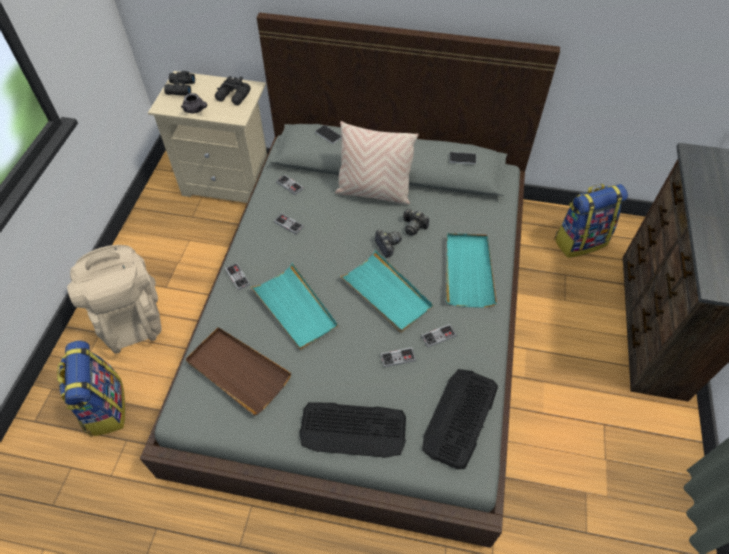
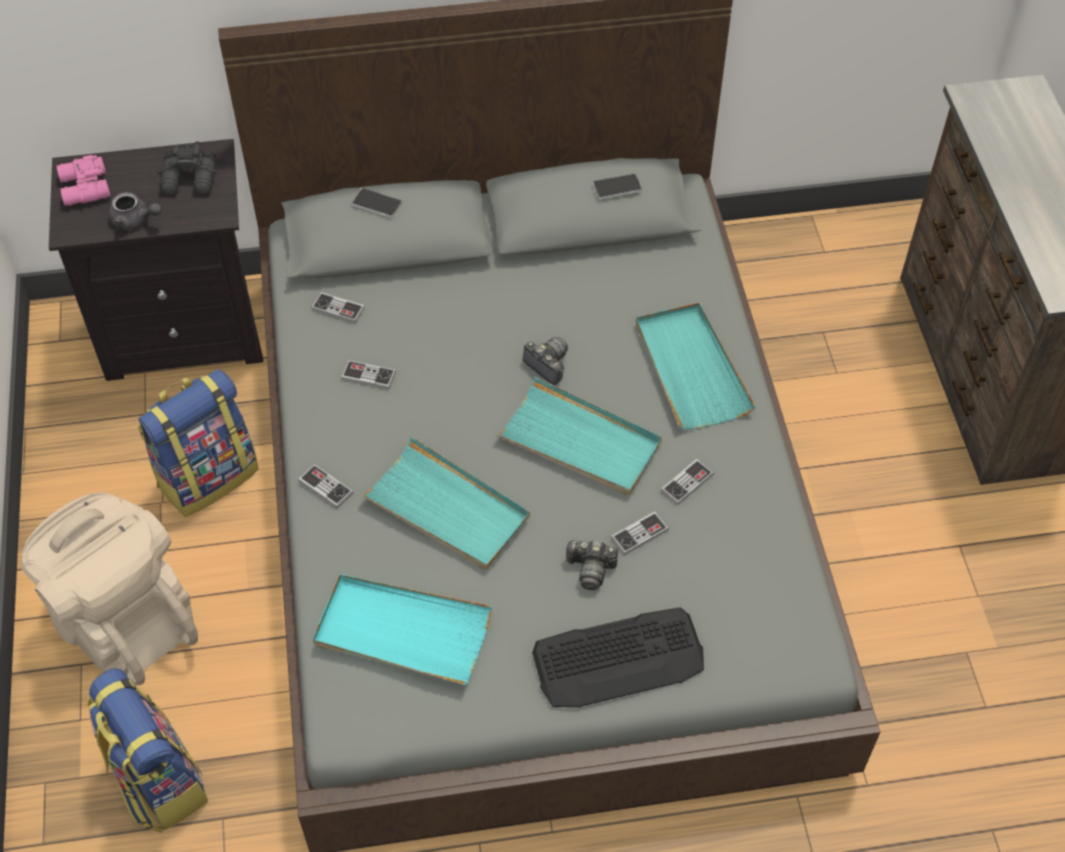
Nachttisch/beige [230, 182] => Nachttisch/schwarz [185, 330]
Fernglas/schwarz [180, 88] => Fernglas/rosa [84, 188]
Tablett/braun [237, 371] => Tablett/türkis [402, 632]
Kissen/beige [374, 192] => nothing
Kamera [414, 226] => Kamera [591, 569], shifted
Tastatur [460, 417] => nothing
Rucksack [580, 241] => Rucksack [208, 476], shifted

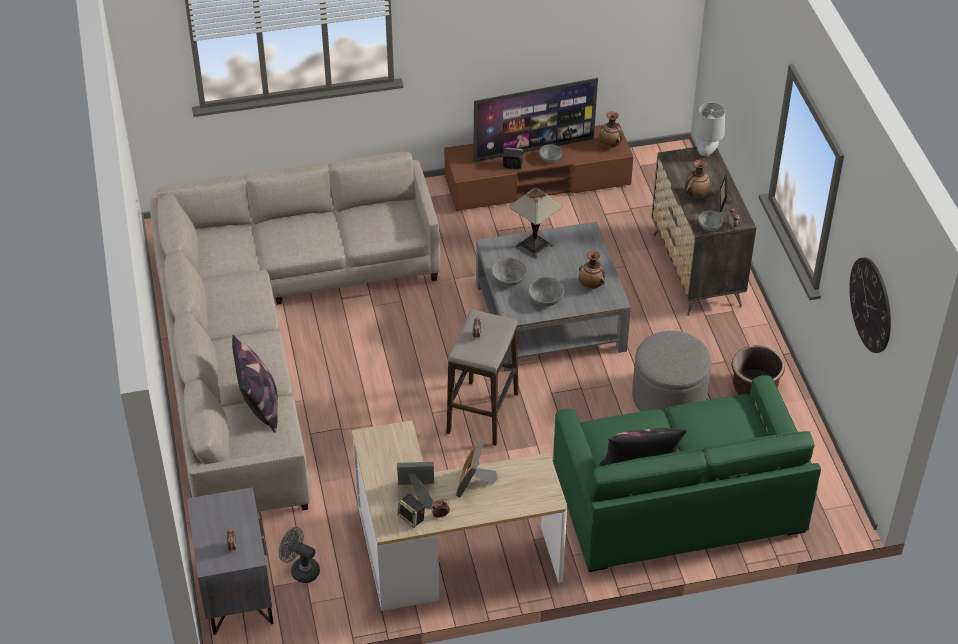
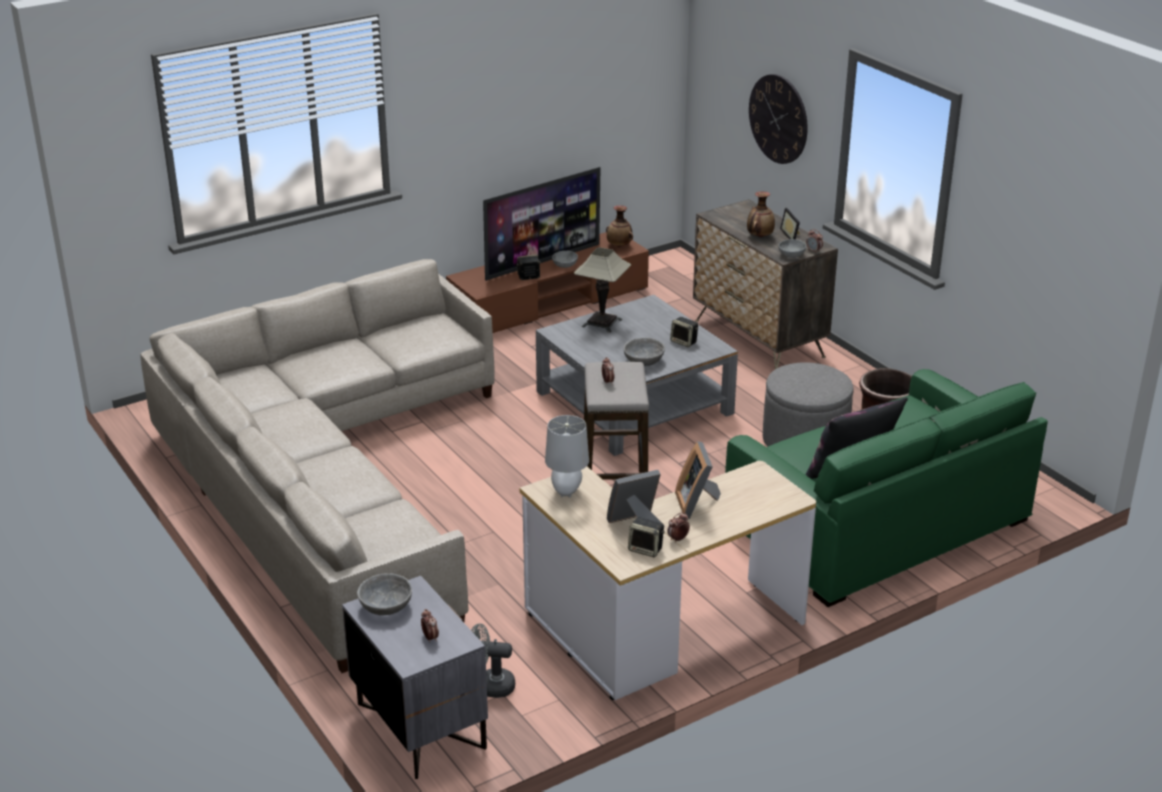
Kissen [260, 406] => nothing
Schüssel/grau [509, 279] => Schüssel/grau [386, 606], shifted
Vase [591, 285] => Lautsprecher [684, 342]
Tischlampe/grau [707, 153] => Tischlampe/grau [567, 492], shifted
Wanduhr [871, 305] => Wanduhr [778, 119], shifted

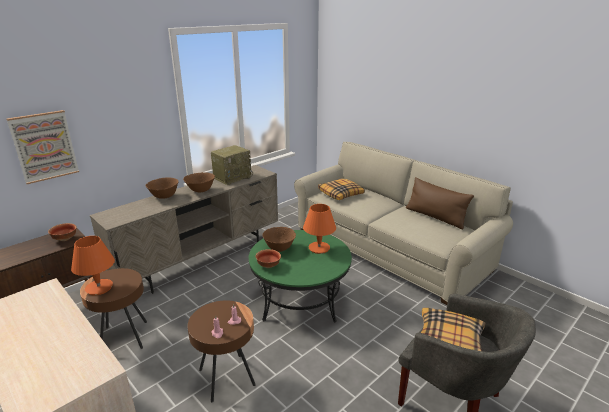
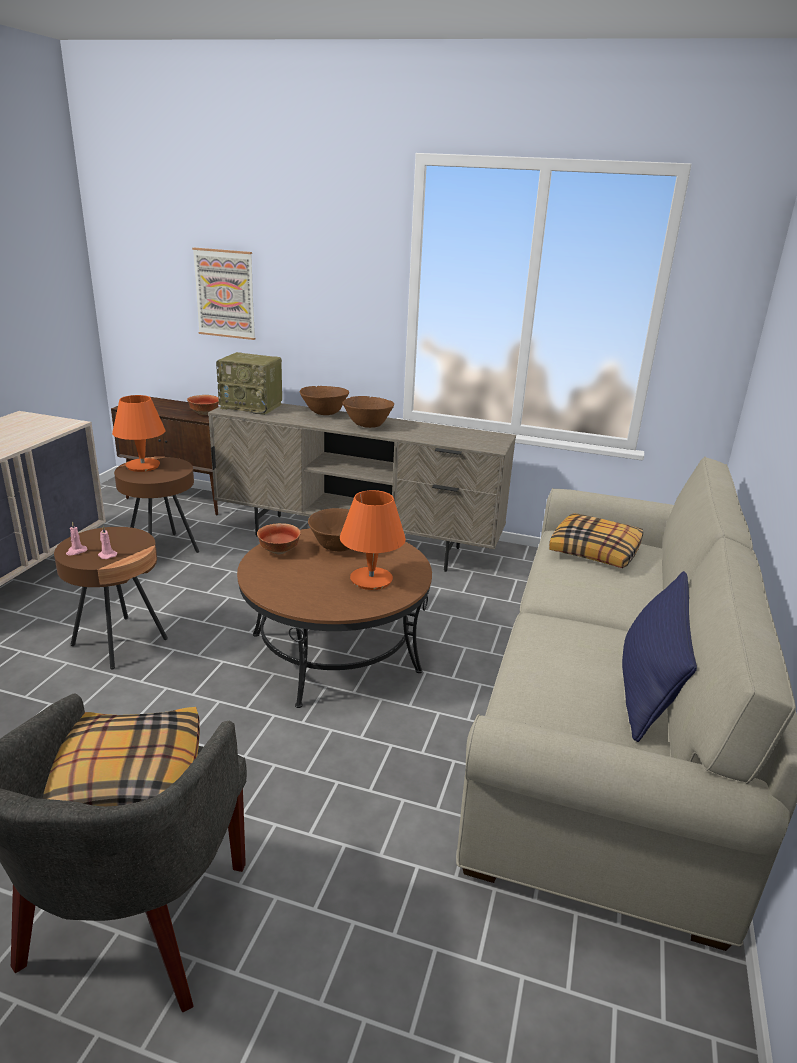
Radio [232, 177] => Radio [252, 406], shifted
Couchtisch/grün [300, 298] => Couchtisch/braun [335, 652]
Kissen/braun [435, 217] => Kissen/blau [649, 687]

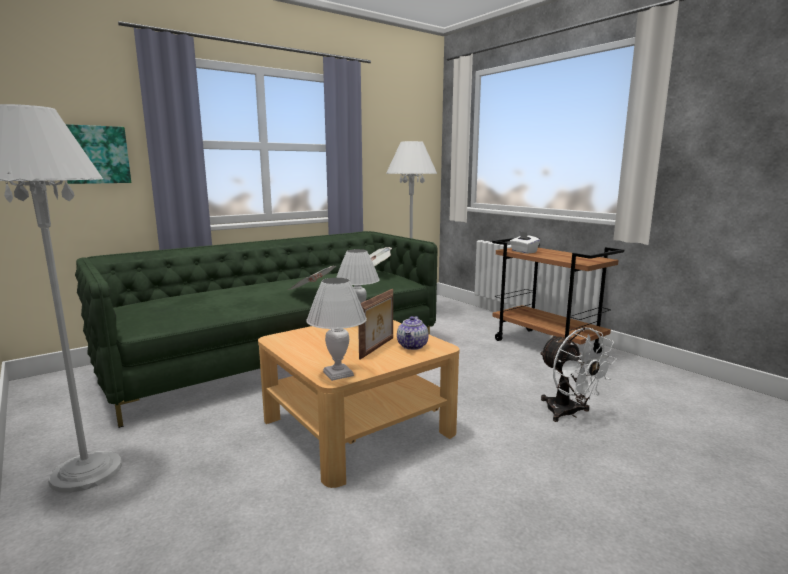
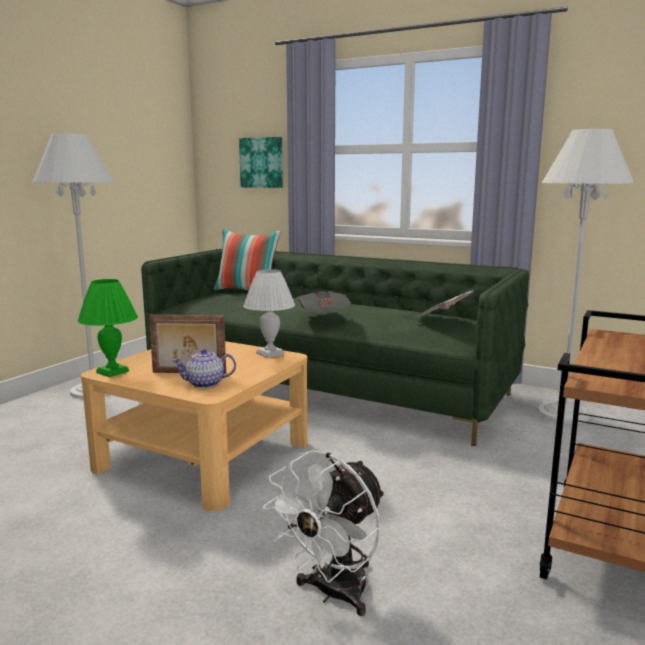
Tischlampe/weiß [338, 373] => Tischlampe/grün [113, 372]
Taschentuchbox/weiß [523, 252] => nothing
nothing => Kissen [247, 292]

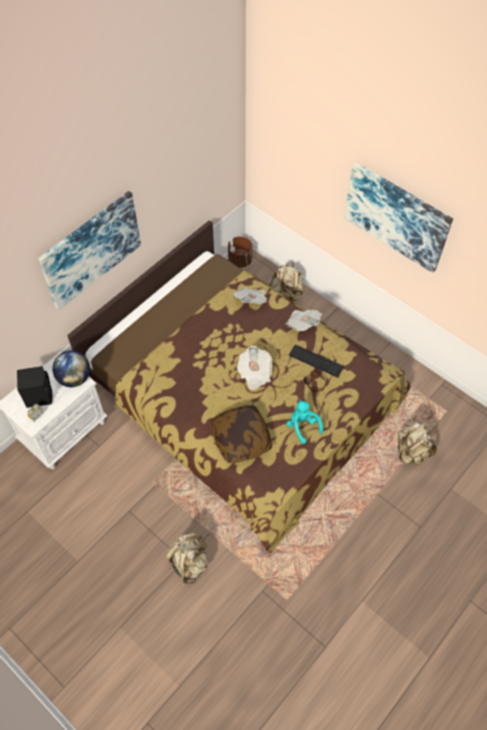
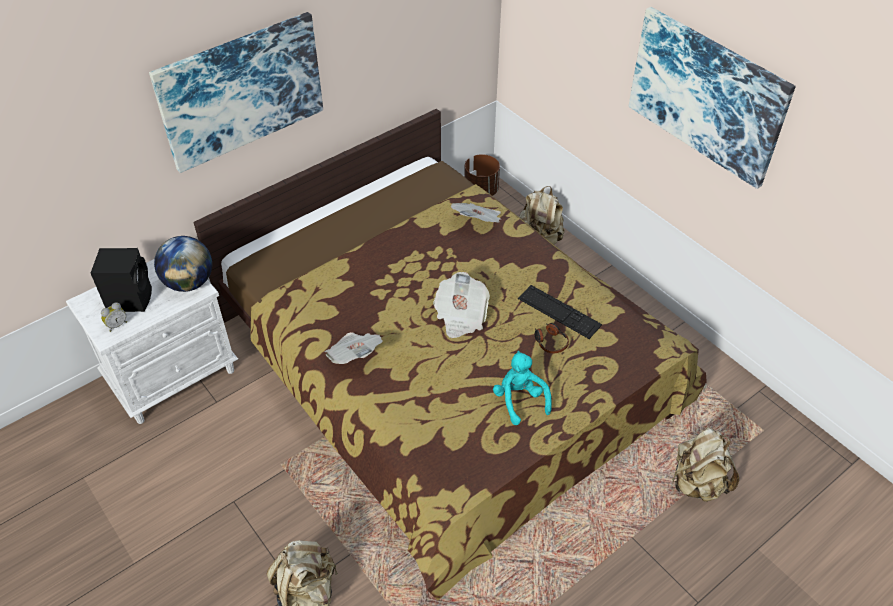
Kissen [241, 439] => nothing
Zeitung [302, 324] => Zeitung [354, 356], shifted

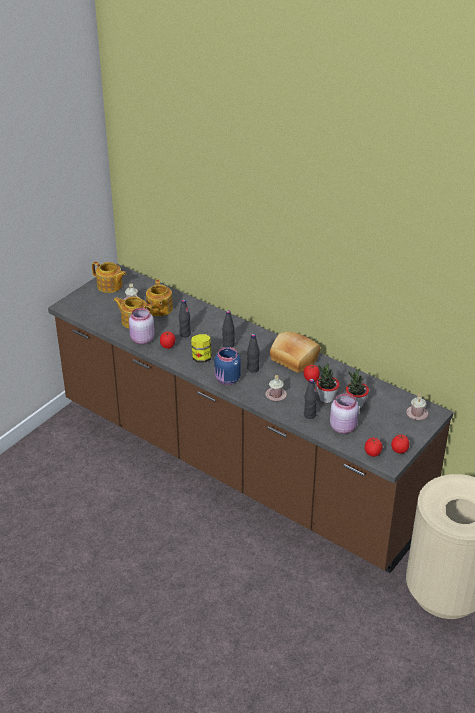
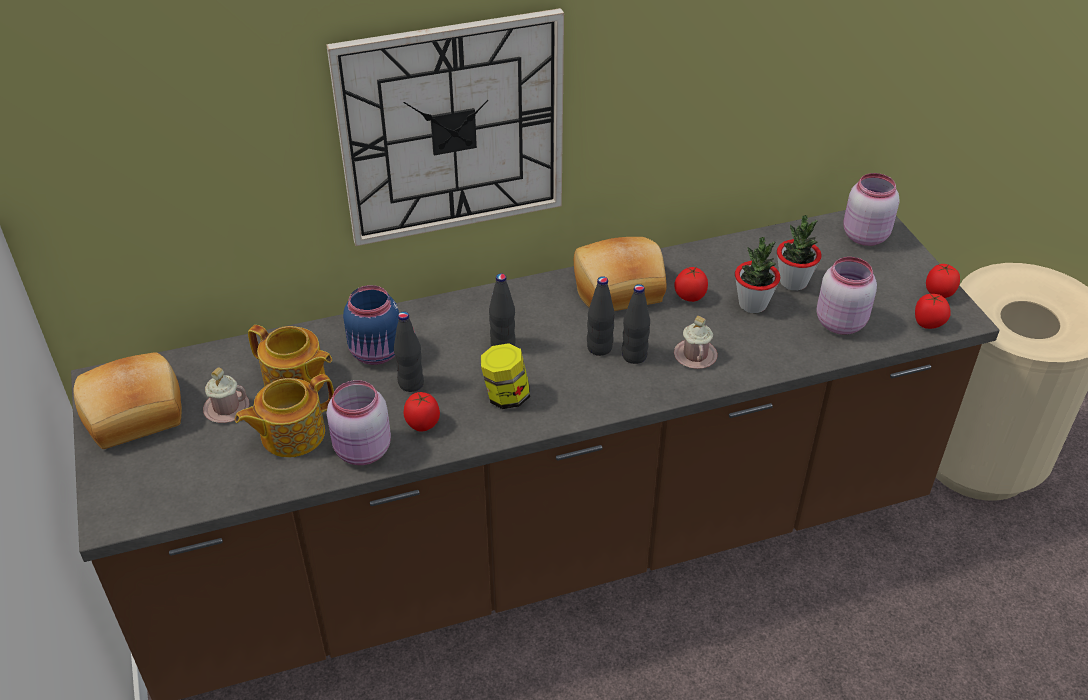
Teekanne [110, 286] => Brot [134, 415]
Vorratsglas/blau [227, 380] => Vorratsglas/blau [377, 353], shifted
Flasche/schwarz [309, 415] => Flasche/schwarz [634, 356], shifted
Henkelbecher/rosa [417, 413] => Vorratsglas/rosa [863, 235]
nothing => Wanduhr [452, 129]

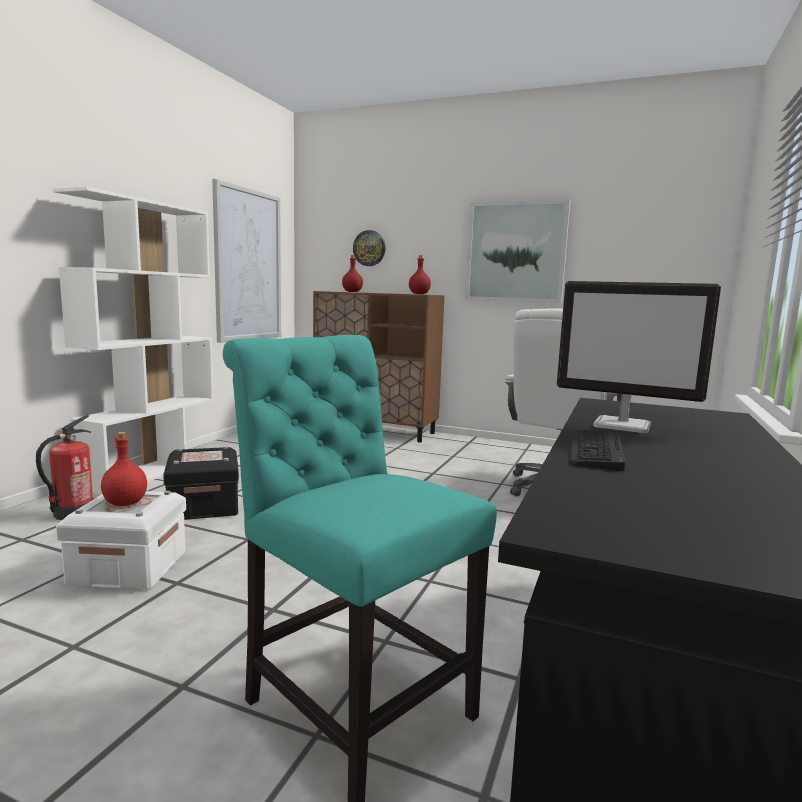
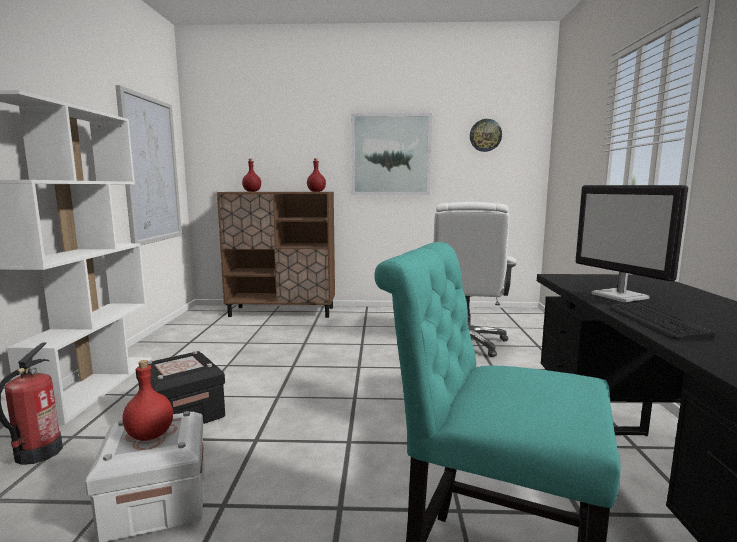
Wanduhr [369, 248] => Wanduhr [485, 135], shifted
Monitor [623, 426] => Monitor [620, 296], 60 degrees clockwise

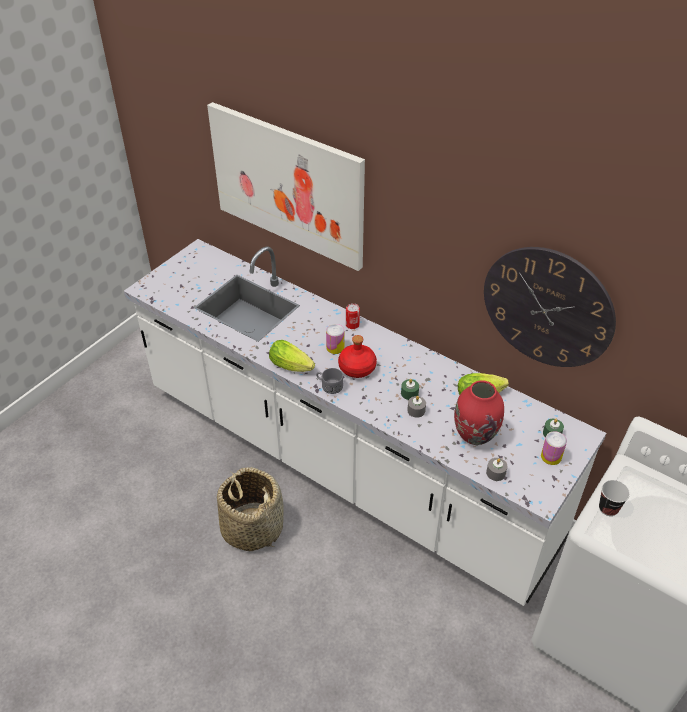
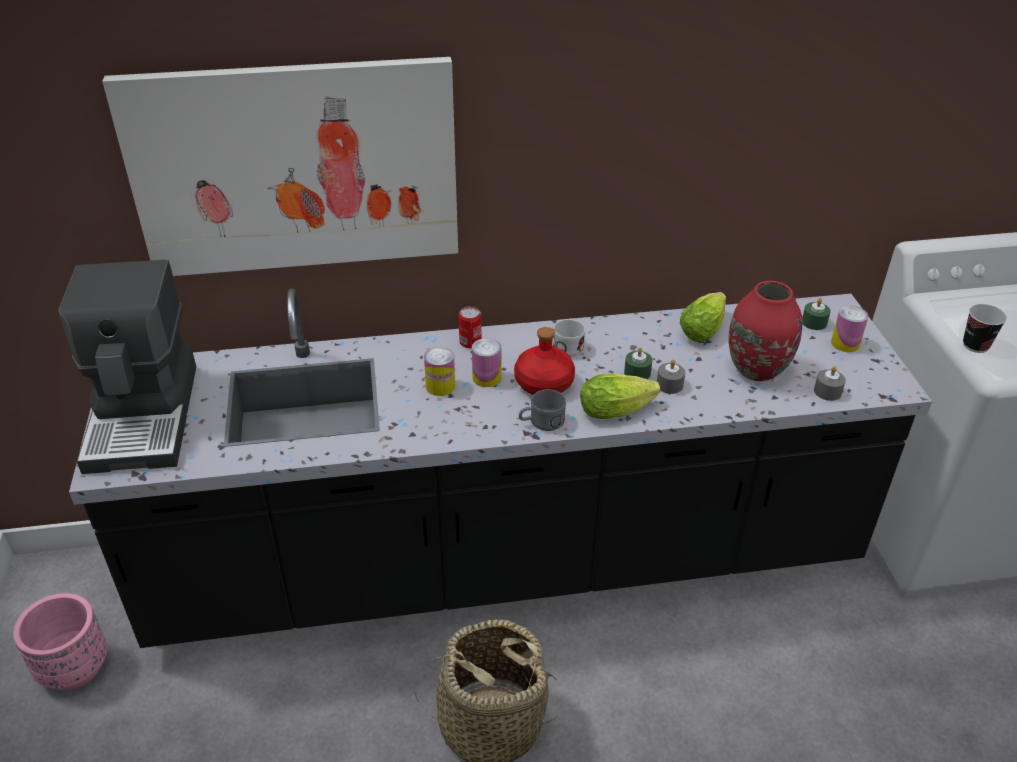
Küchenzeile/weiß [343, 465] => Küchenzeile/schwarz [507, 565]
Salatkopf [293, 366] => Salatkopf [619, 409], shifted
Wanduhr [547, 307] => nothing
nothing => Pflanzkübel/rosa [74, 668]
nothing => Kaffeemaschine [145, 415]
nothing => Dose [440, 386]
nothing => Henkelbecher/weiß [568, 345]

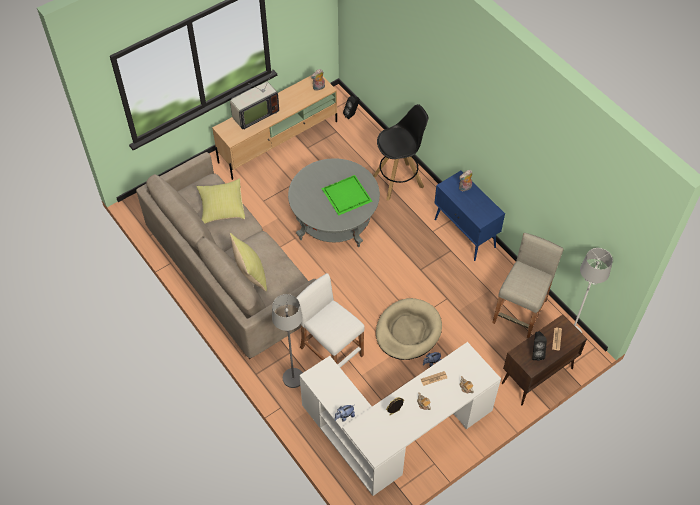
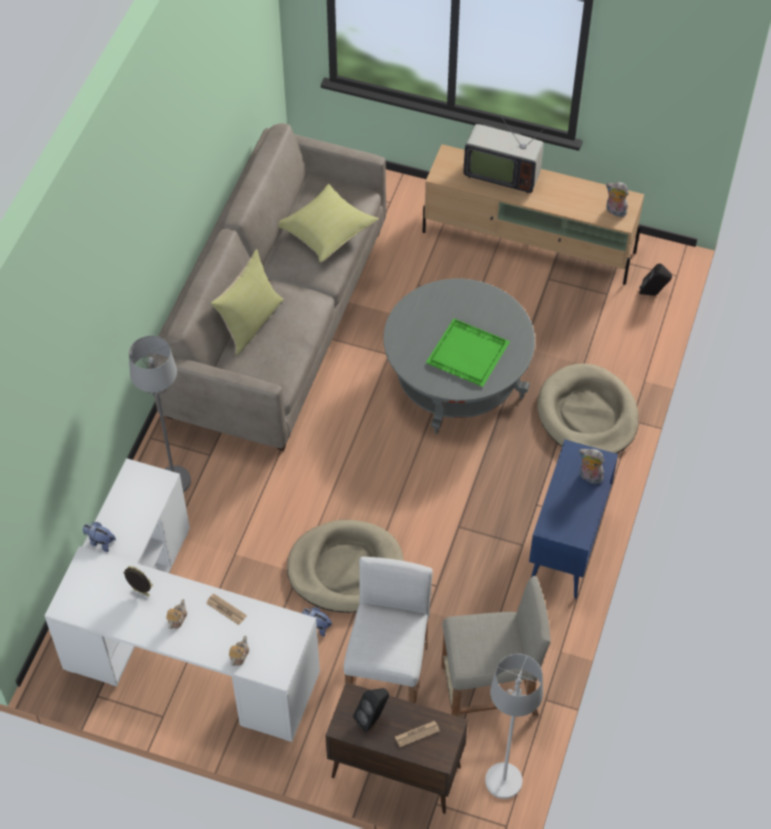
Hocker/weiß [331, 351] => Hocker/weiß [388, 679], shifted
Hocker/schwarz [398, 181] => Hundebett/beige [587, 415]

